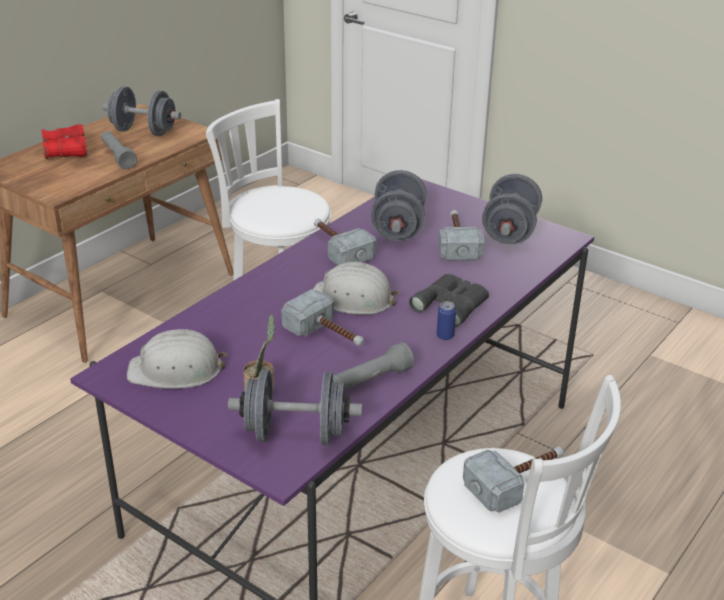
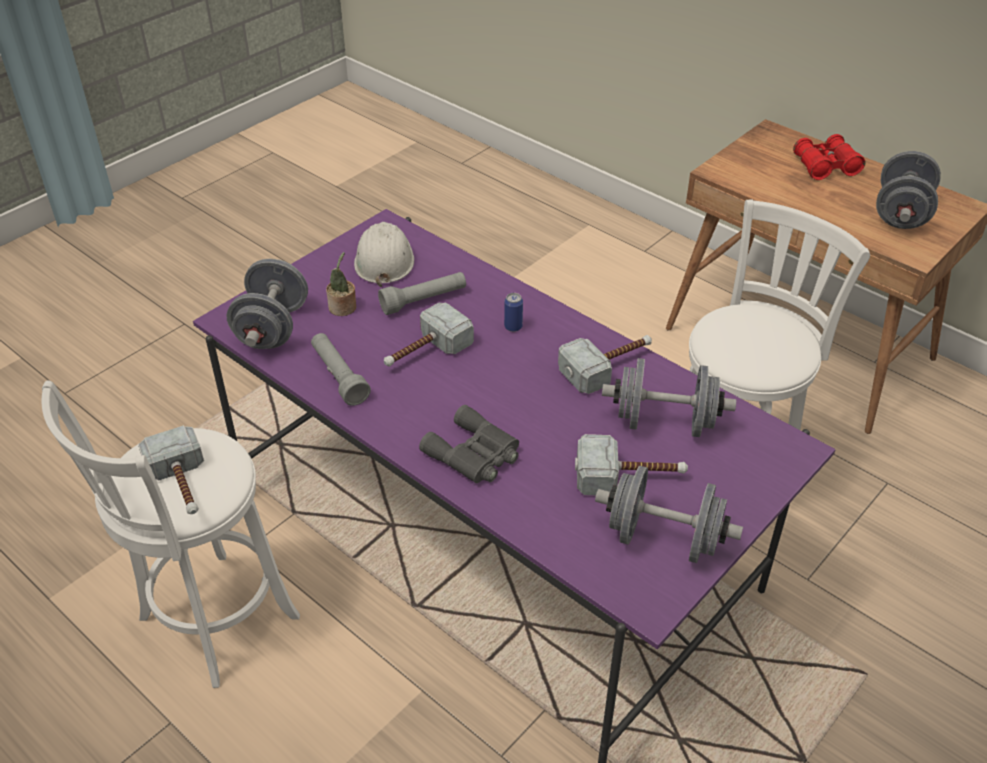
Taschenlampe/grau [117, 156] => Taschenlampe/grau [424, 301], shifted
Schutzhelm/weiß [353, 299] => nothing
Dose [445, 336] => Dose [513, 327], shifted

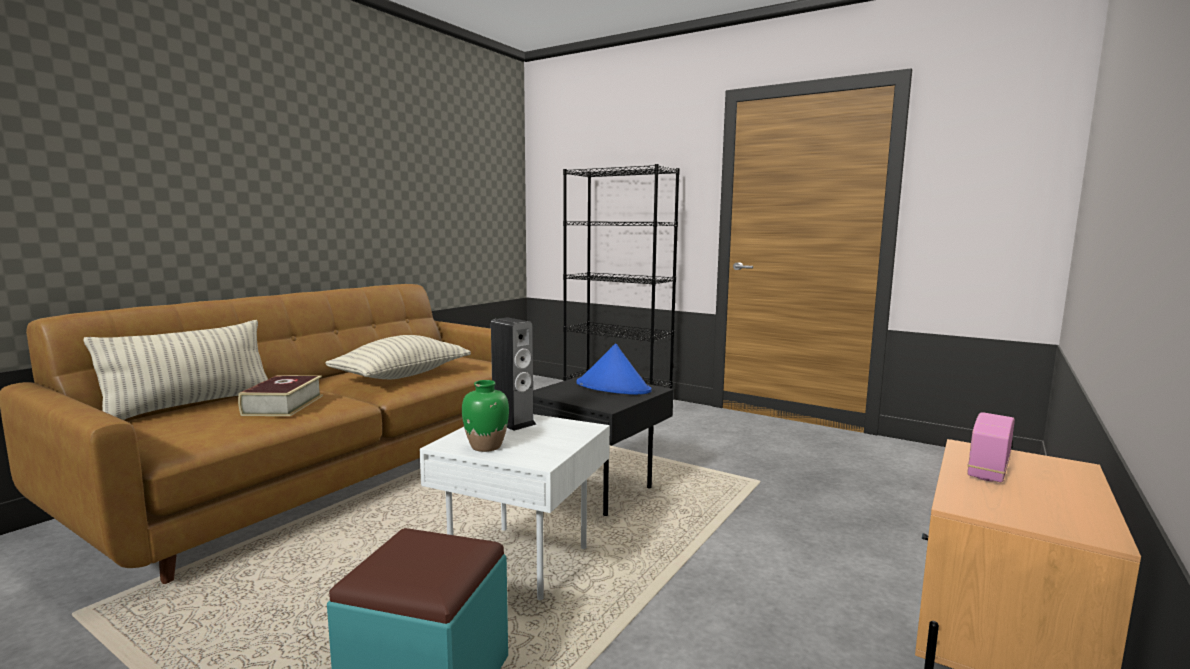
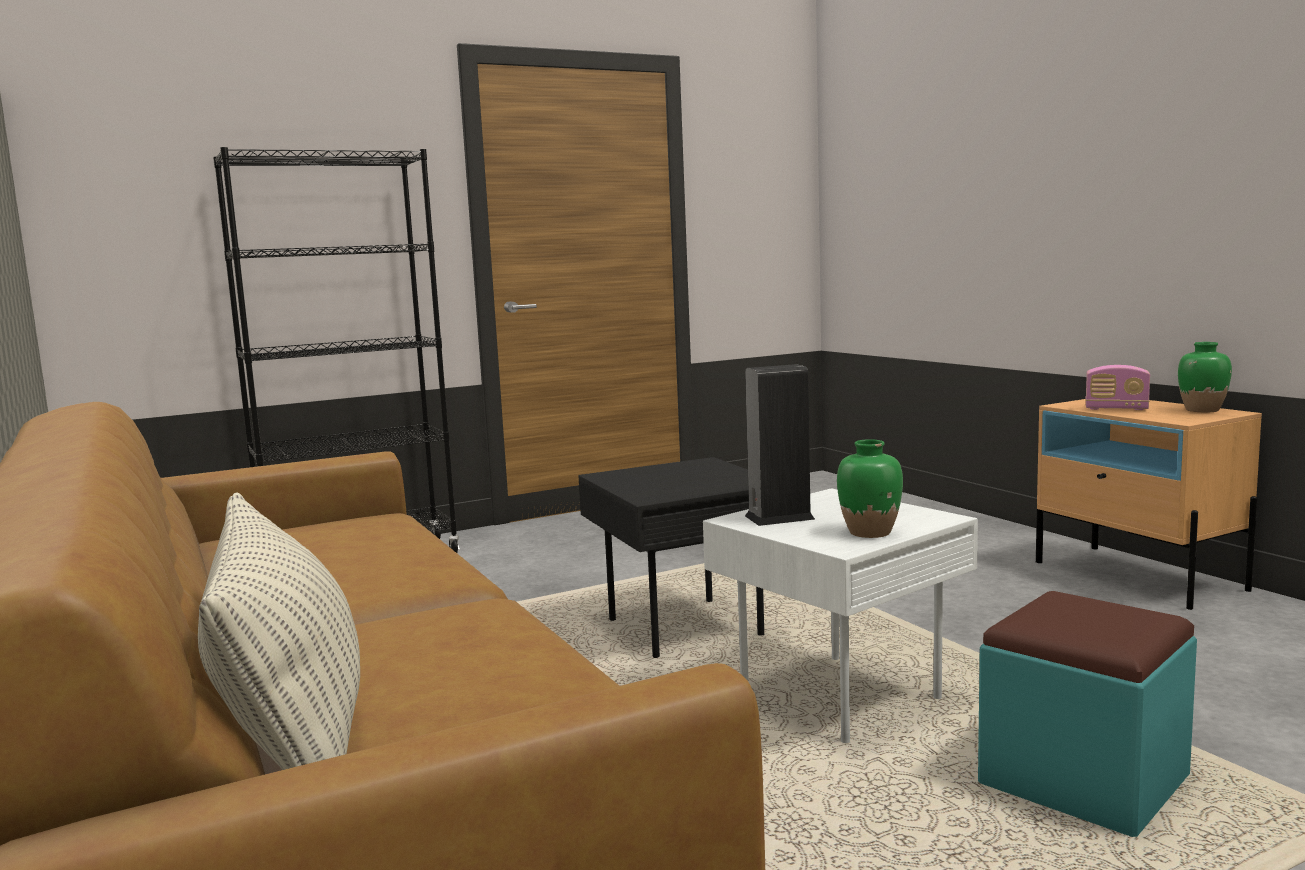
Buch [283, 405] => nothing
Kissen [402, 376] => nothing
Hut/blau [613, 387] => nothing
Radio [988, 470] => Radio [1116, 409], 45 degrees counterclockwise
nothing => Vase/grün [1202, 410]

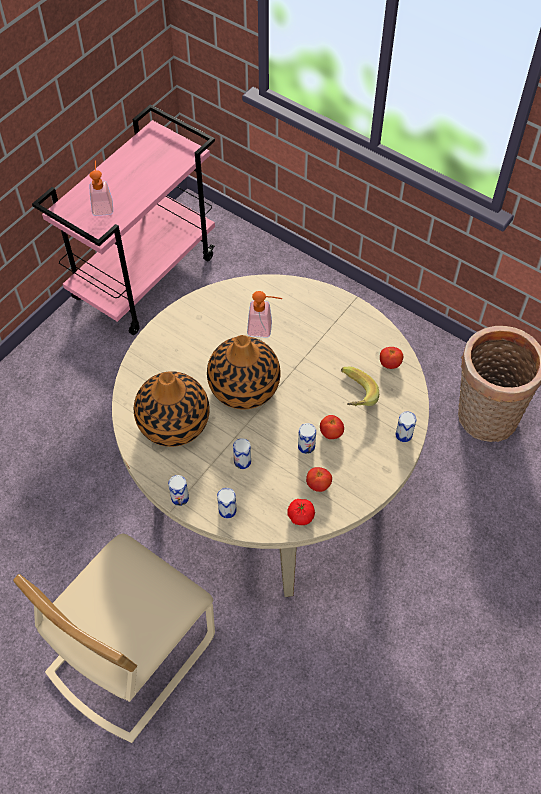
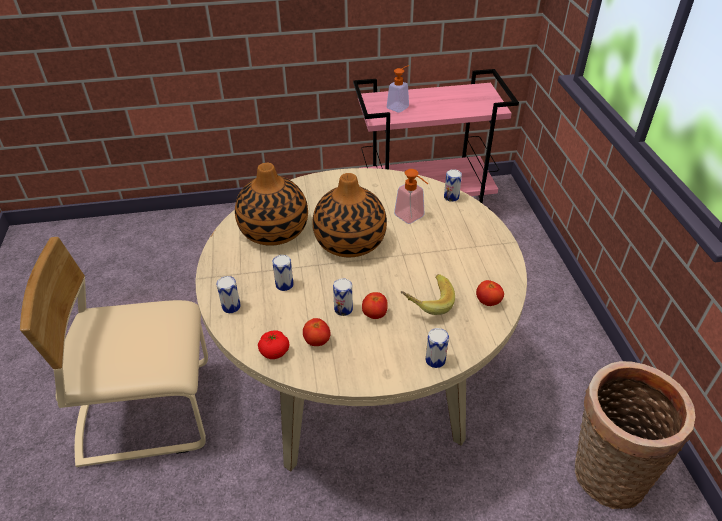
Dose [180, 498] => Dose [451, 197], shifted

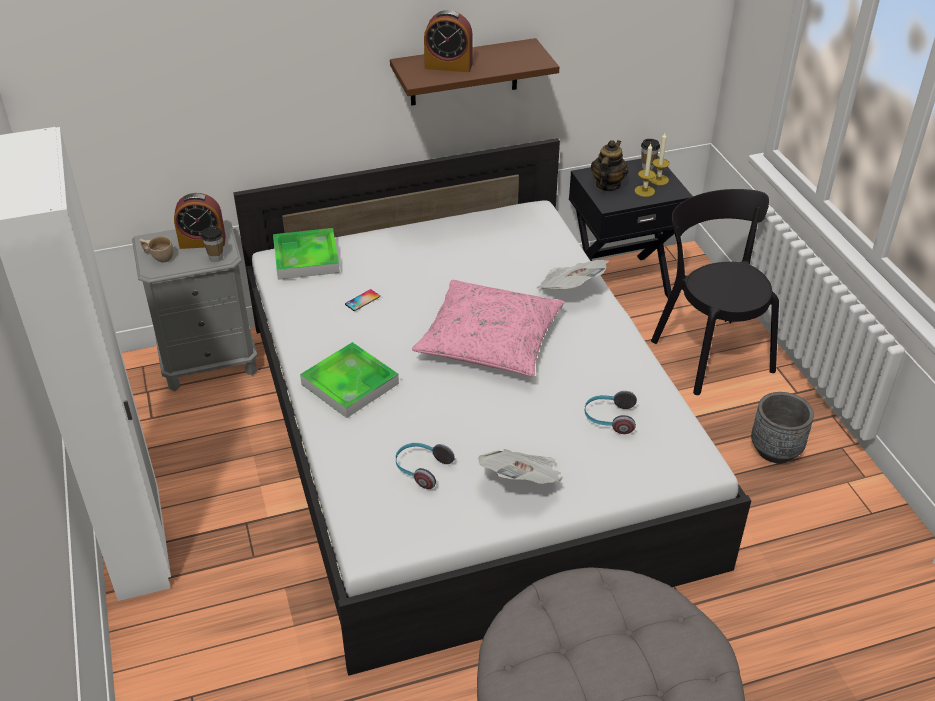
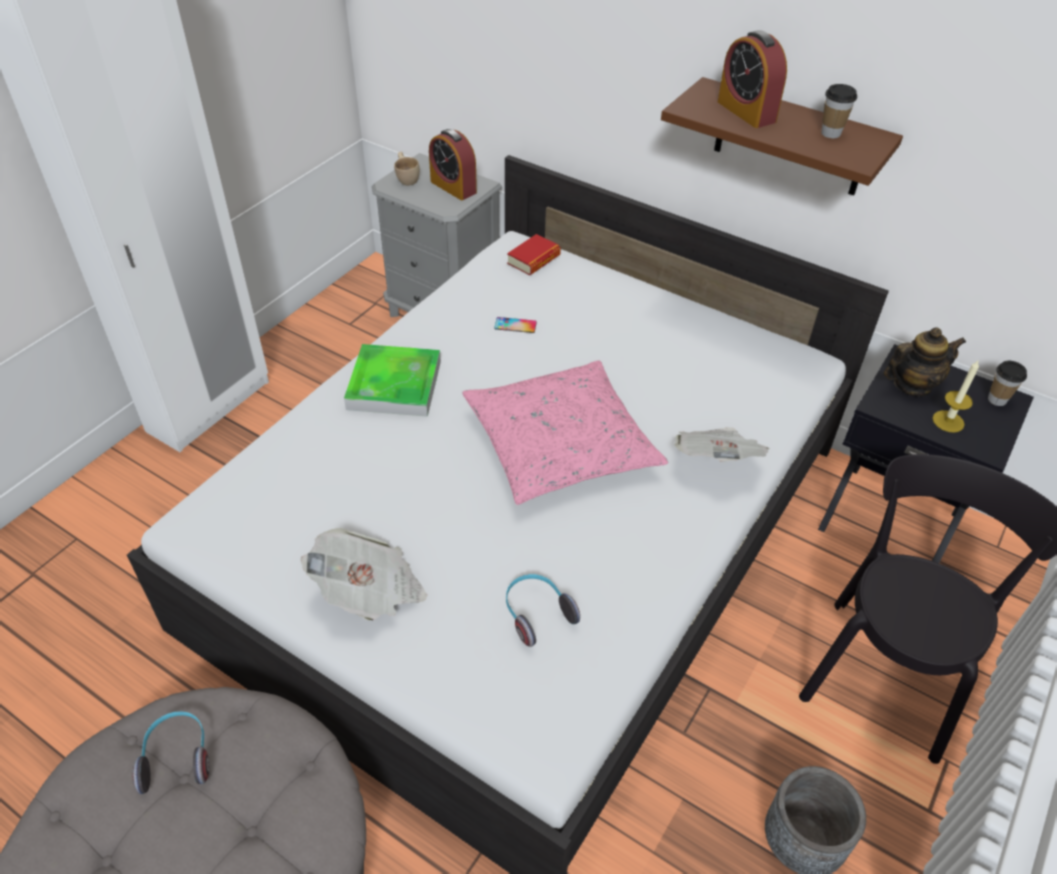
Tasse [216, 258] => Tasse [830, 133], shifted
Tablett [306, 258] => Buch [533, 259]
Kopfhörer [421, 469] => Kopfhörer [177, 757], shifted
Kerze [658, 180] => nothing

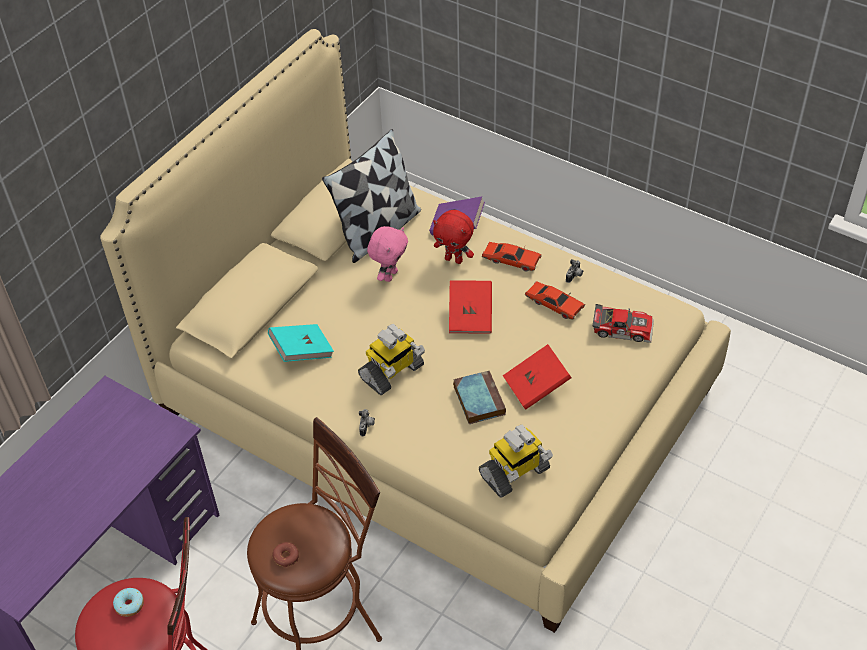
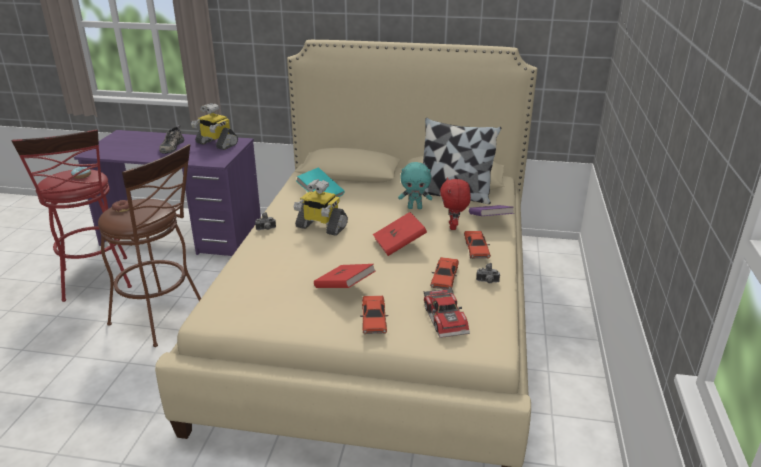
Plüschtier/rosa [390, 275] => Plüschtier/türkis [415, 208]
Buch [478, 399] => nothing
Spielzeugroboter [514, 473] => Spielzeugroboter [216, 144], shifted
nothing => Schuh [171, 146]
nothing => Spielzeugauto/rot [373, 320]

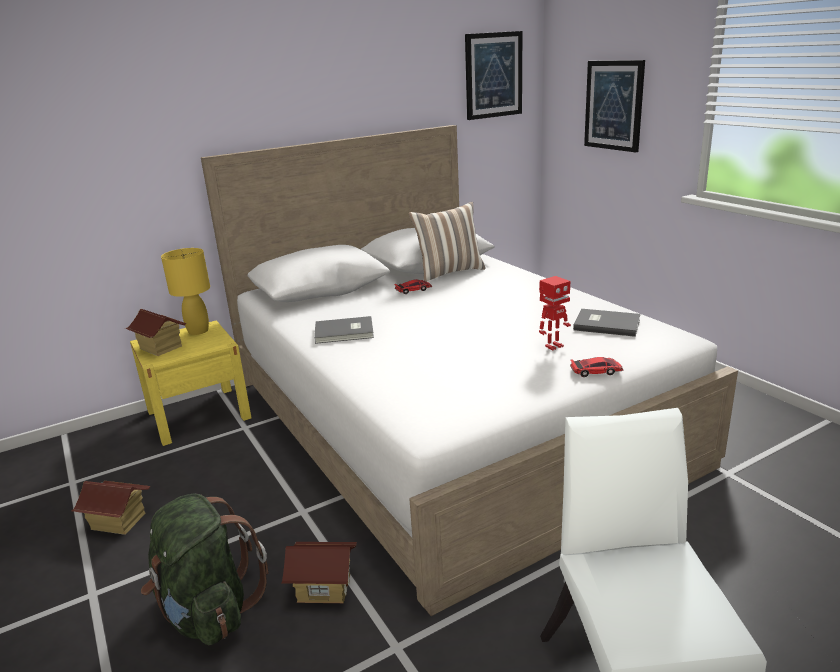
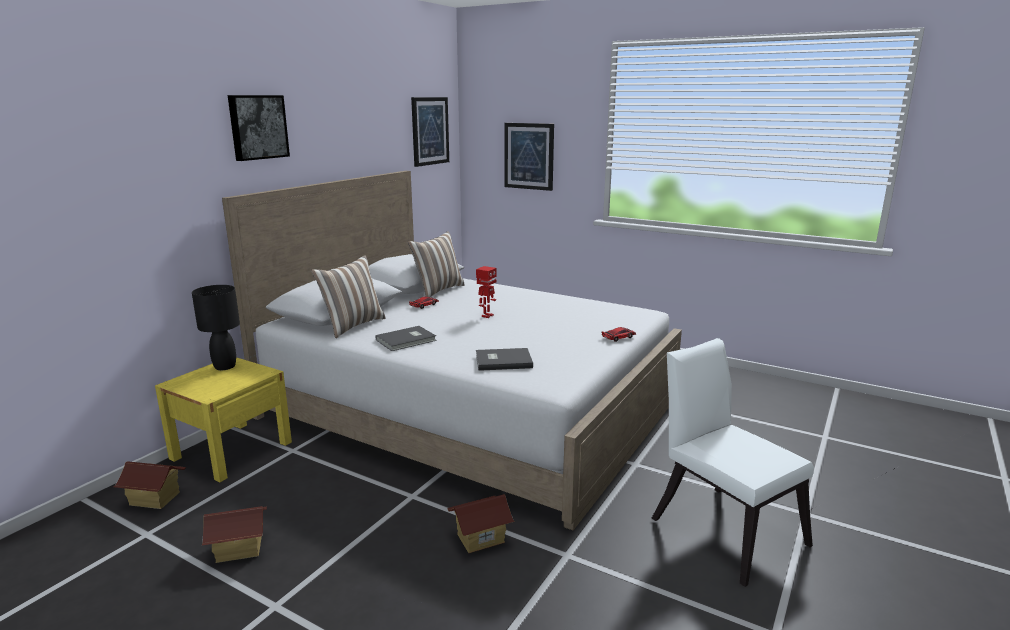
Spielzeughaus [160, 348] => Spielzeughaus [154, 499], shifted
Rucksack/grün [208, 611] => nothing
Tischlampe/gelb [198, 331] => Tischlampe/schwarz [225, 366]
Spielzeugroboter [553, 346] => Spielzeugroboter [486, 316], shifted
Buch/grau [606, 324] => Buch/grau [502, 361], shifted
nothing => Bild [257, 127]
nothing => Kissen [352, 325]

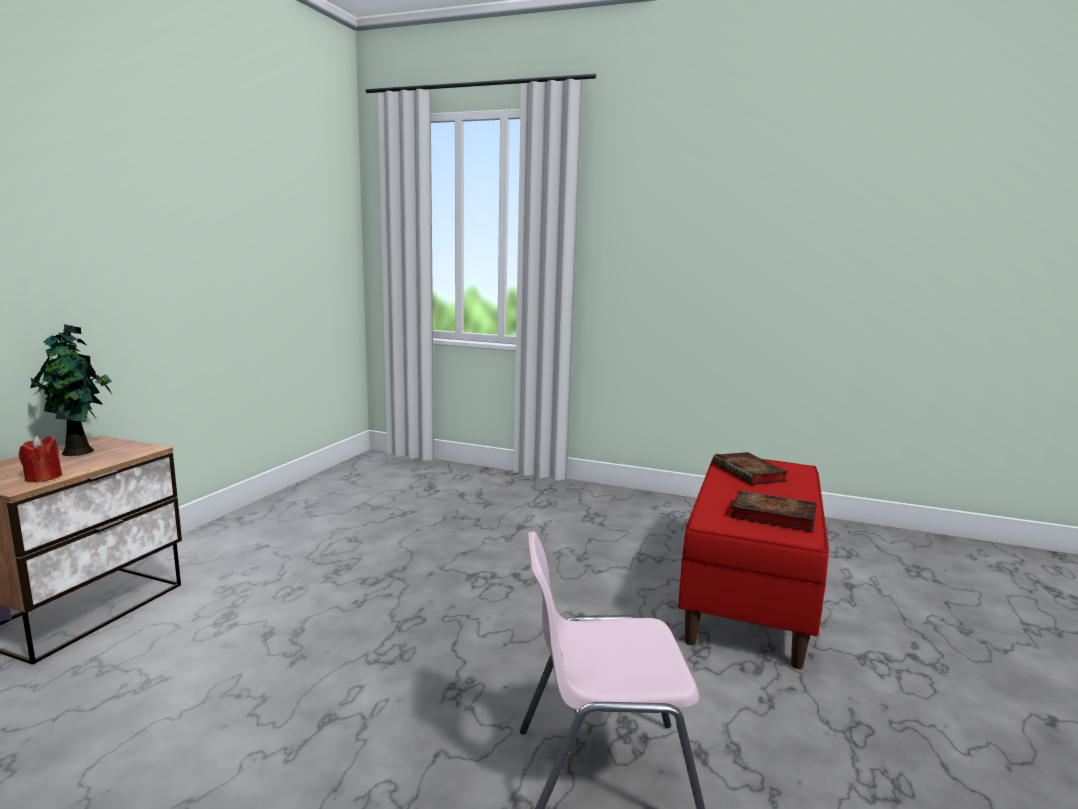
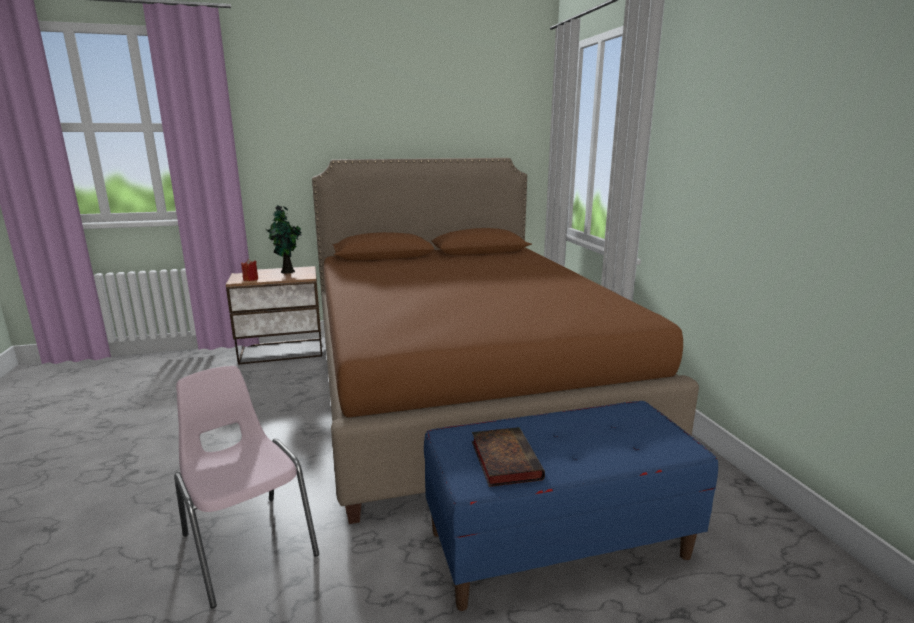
Bank/rot [748, 595] => Bank/blau [558, 543]
Buch [750, 473] => nothing
nothing => Bett/braun [461, 387]

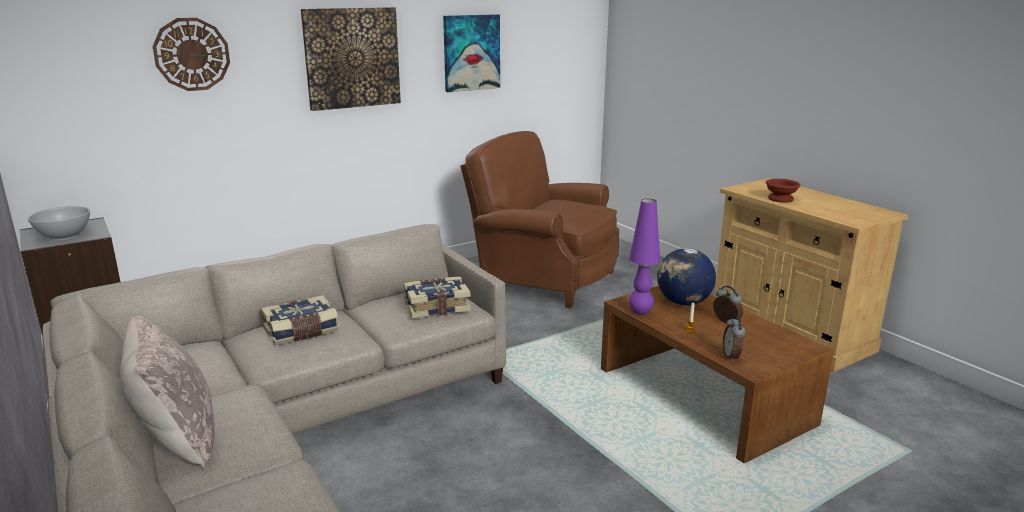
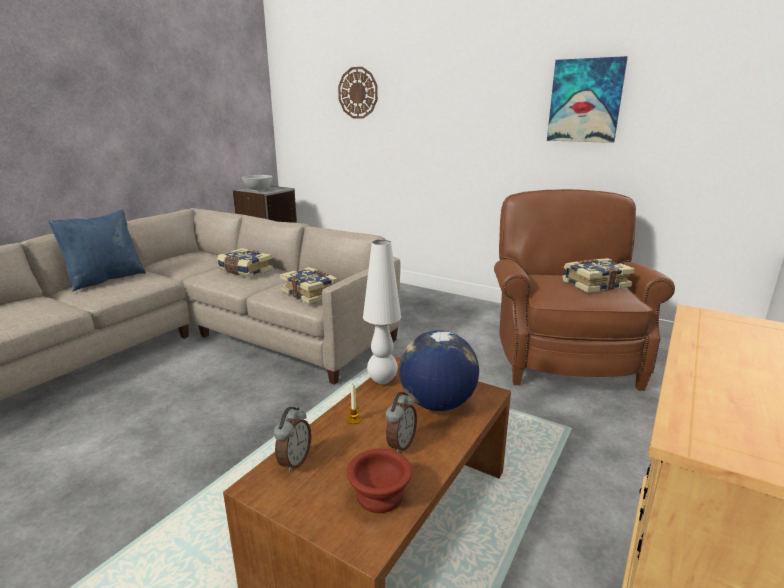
Kissen/beige [177, 439] => Kissen/blau [106, 279]
Bild [352, 58] => nothing
Tischlampe/lila [640, 312] => Tischlampe/weiß [382, 380]
Wecker [731, 356] => Wecker [294, 461], 135 degrees clockwise
Schüssel/braun [779, 199] => Schüssel/braun [380, 494], shifted
nothing => Buch [594, 284]

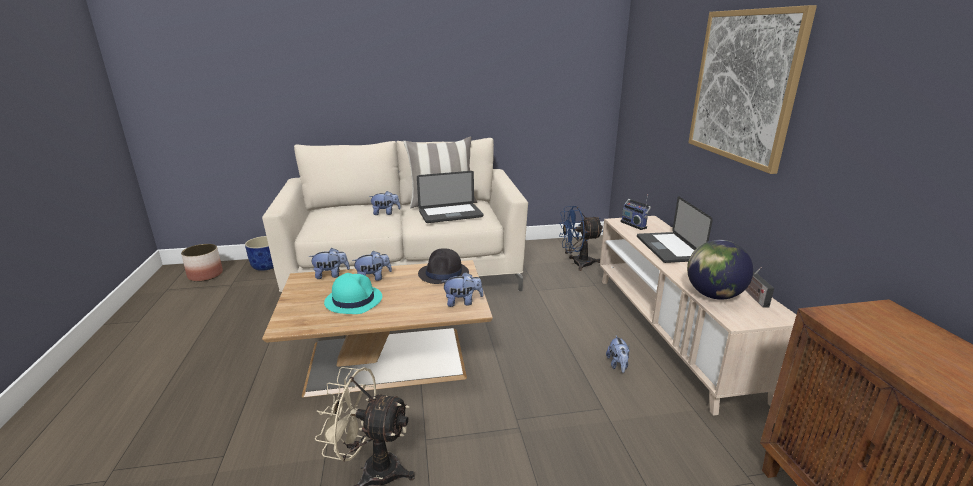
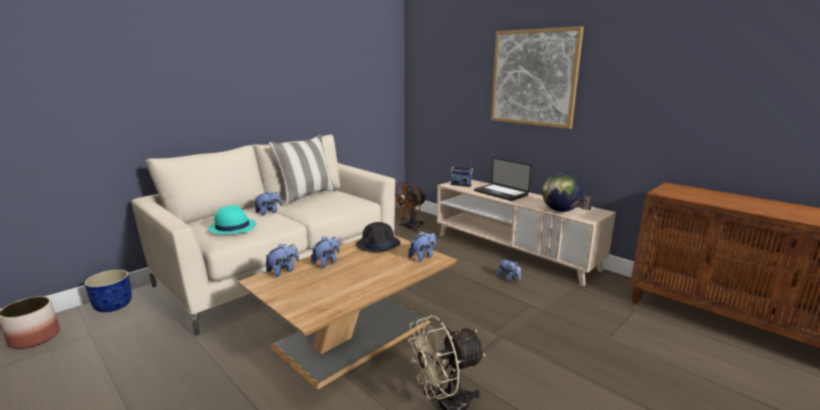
Hut/türkis [353, 300] => Hut/türkis [232, 227], shifted
Laptop [450, 214] => nothing
Ventilator/blau [577, 263] => Ventilator/braun [409, 228]

